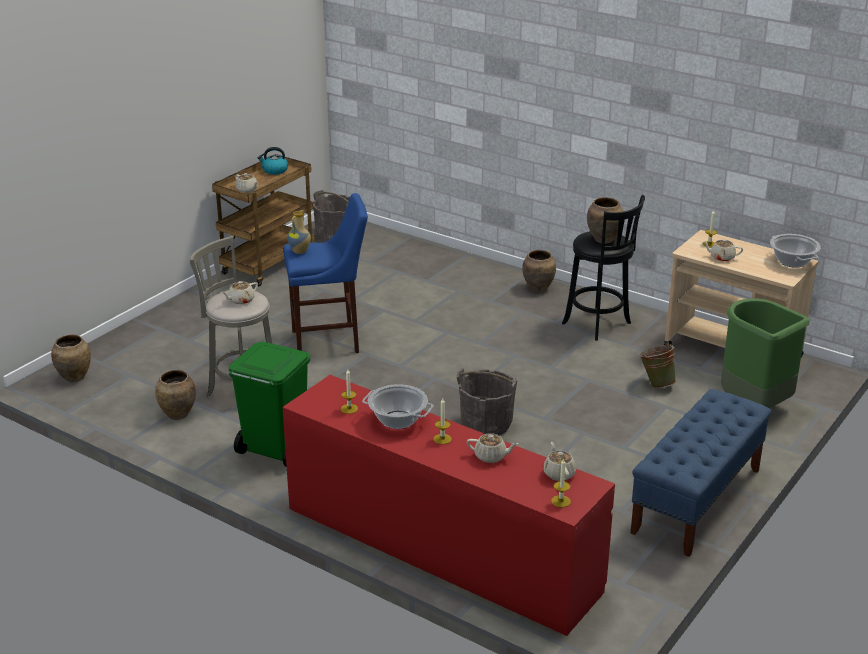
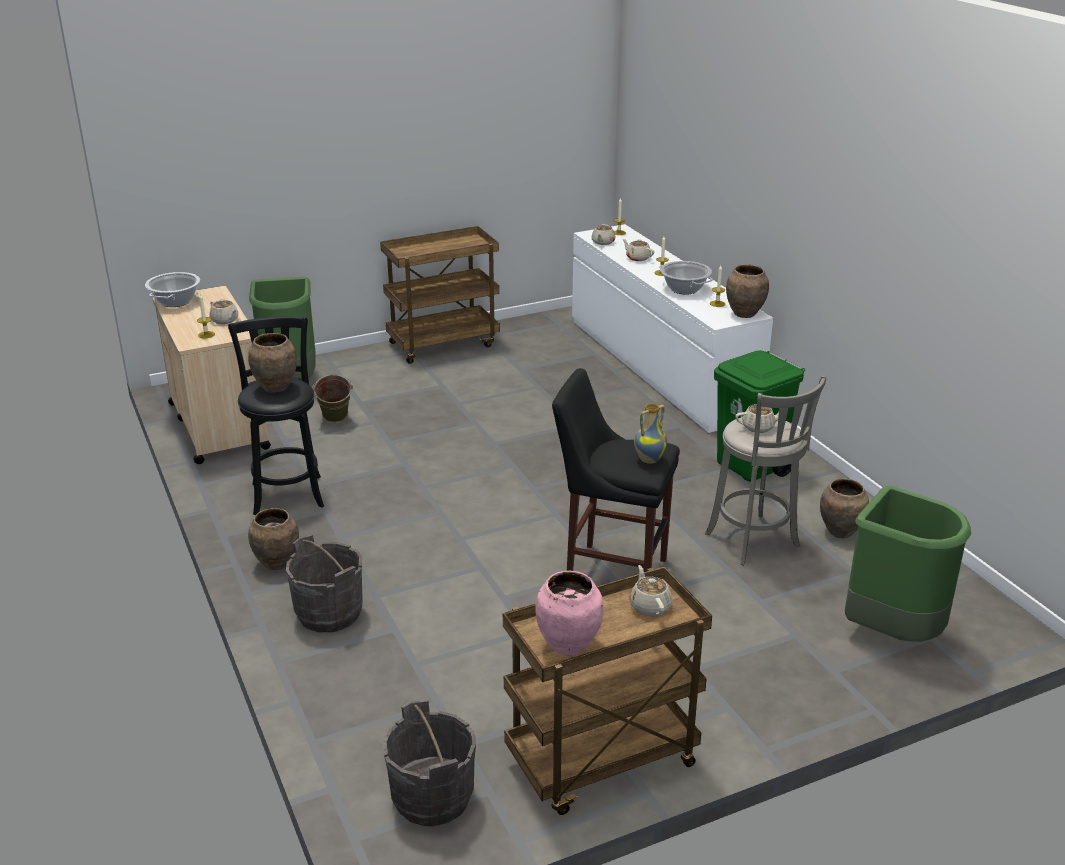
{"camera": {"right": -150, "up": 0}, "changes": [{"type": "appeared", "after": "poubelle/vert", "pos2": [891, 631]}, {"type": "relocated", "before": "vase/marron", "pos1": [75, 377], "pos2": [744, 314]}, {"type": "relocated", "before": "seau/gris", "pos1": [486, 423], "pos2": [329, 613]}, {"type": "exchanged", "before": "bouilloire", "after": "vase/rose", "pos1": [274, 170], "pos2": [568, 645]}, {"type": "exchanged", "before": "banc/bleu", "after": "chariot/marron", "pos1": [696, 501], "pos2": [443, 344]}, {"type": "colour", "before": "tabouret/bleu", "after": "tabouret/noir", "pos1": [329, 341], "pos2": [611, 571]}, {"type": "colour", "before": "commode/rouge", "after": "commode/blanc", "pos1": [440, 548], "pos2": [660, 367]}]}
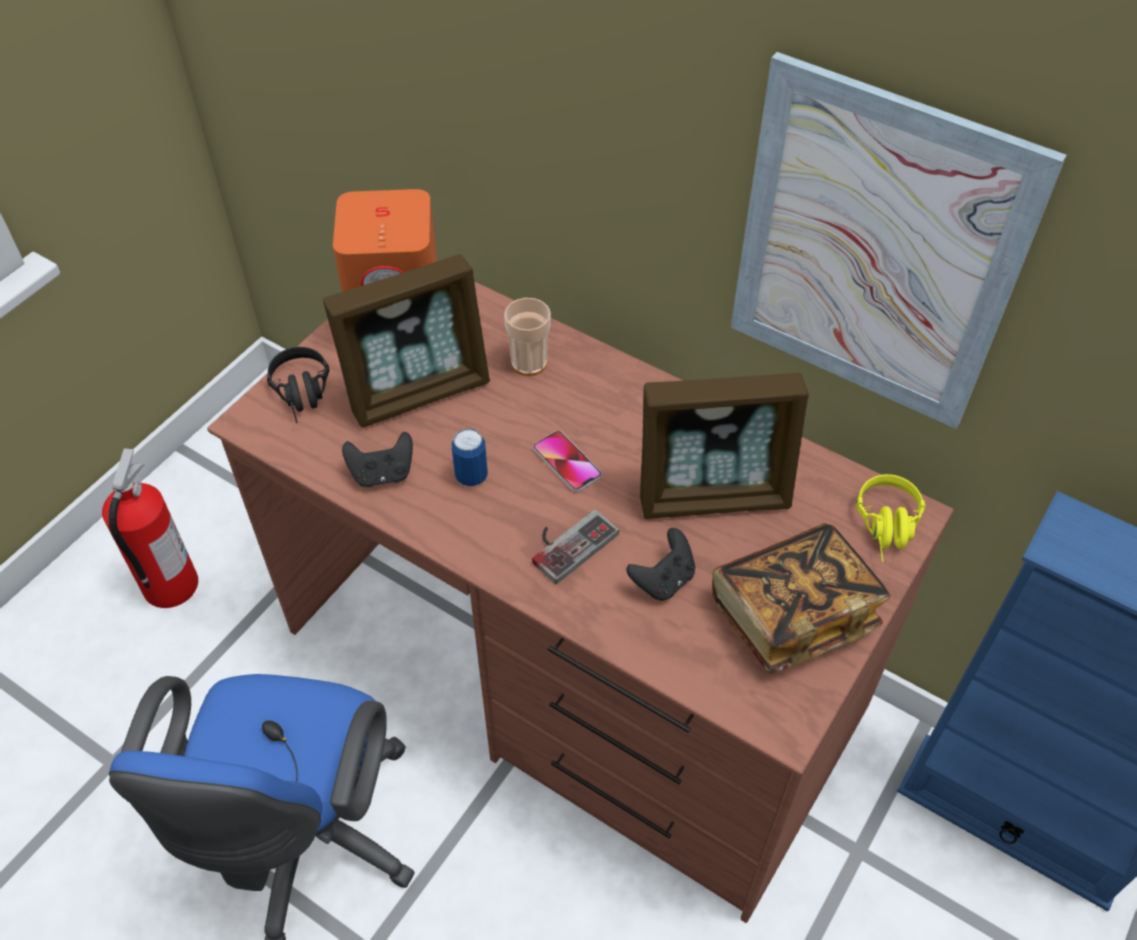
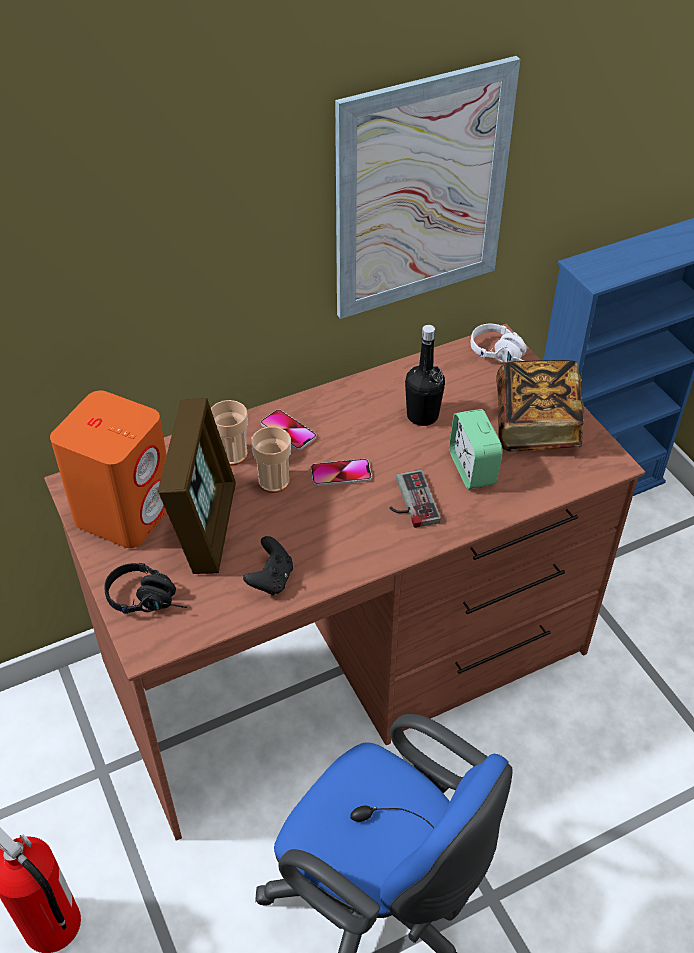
{"camera": {"right": -60, "up": -5}, "changes": [{"type": "missing", "before": "boîte métallique", "pos1": [471, 476]}, {"type": "appeared", "after": "tasse", "pos2": [274, 481]}, {"type": "appeared", "after": "téléphone", "pos2": [288, 431]}, {"type": "exchanged", "before": "manette/noir", "after": "réveil", "pos1": [663, 580], "pos2": [472, 469]}, {"type": "exchanged", "before": "cadre photo", "after": "bouteille/noir", "pos1": [713, 495], "pos2": [422, 415]}, {"type": "colour", "before": "casque audio/jaune", "after": "casque audio/blanc", "pos1": [888, 529], "pos2": [503, 355]}]}
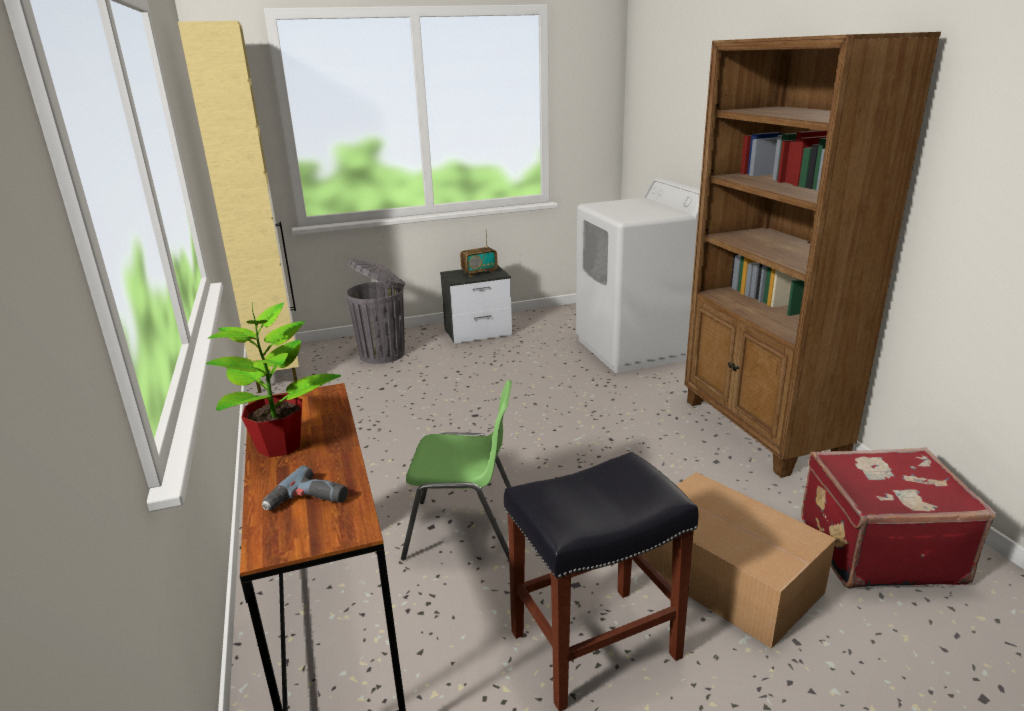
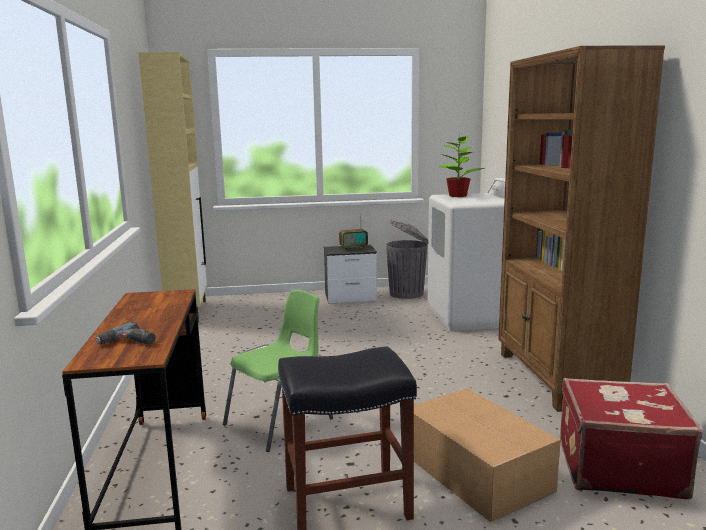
{"camera": {"right": 10, "up": -10}, "changes": [{"type": "relocated", "before": "plante en pot", "pos1": [280, 445], "pos2": [458, 196]}, {"type": "relocated", "before": "poubelle/gris", "pos1": [384, 354], "pos2": [407, 293]}, {"type": "spun", "before": "chaise/vert", "pos1": [465, 531], "pos2": [281, 422], "turn": -60}]}
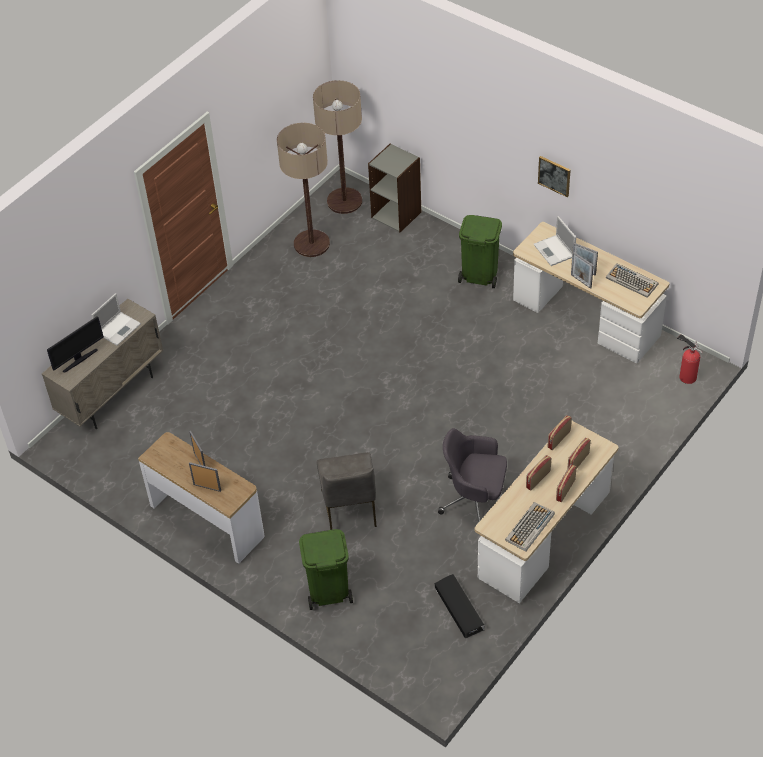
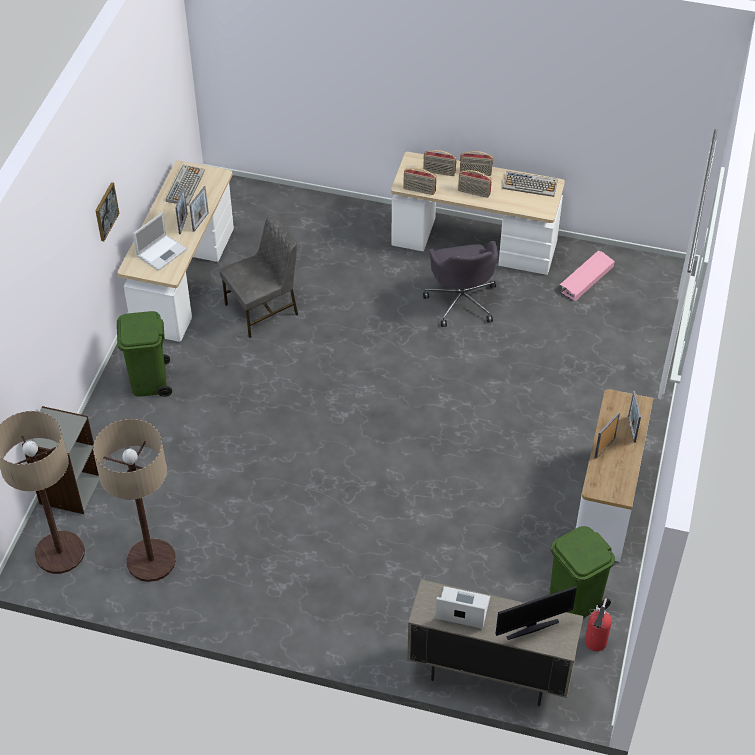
{"camera": {"right": -115, "up": 0}, "changes": [{"type": "relocated", "before": "poubelle/vert", "pos1": [328, 591], "pos2": [575, 600]}, {"type": "relocated", "before": "chaise/gris", "pos1": [349, 509], "pos2": [263, 310]}, {"type": "relocated", "before": "extincteur", "pos1": [686, 376], "pos2": [595, 643]}, {"type": "colour", "before": "boîte de rangement/noir", "after": "boîte de rangement/rose", "pos1": [459, 608], "pos2": [586, 279]}, {"type": "spun", "before": "écran d'ordinateur", "pos1": [79, 360], "pos2": [532, 628], "turn": 135}]}
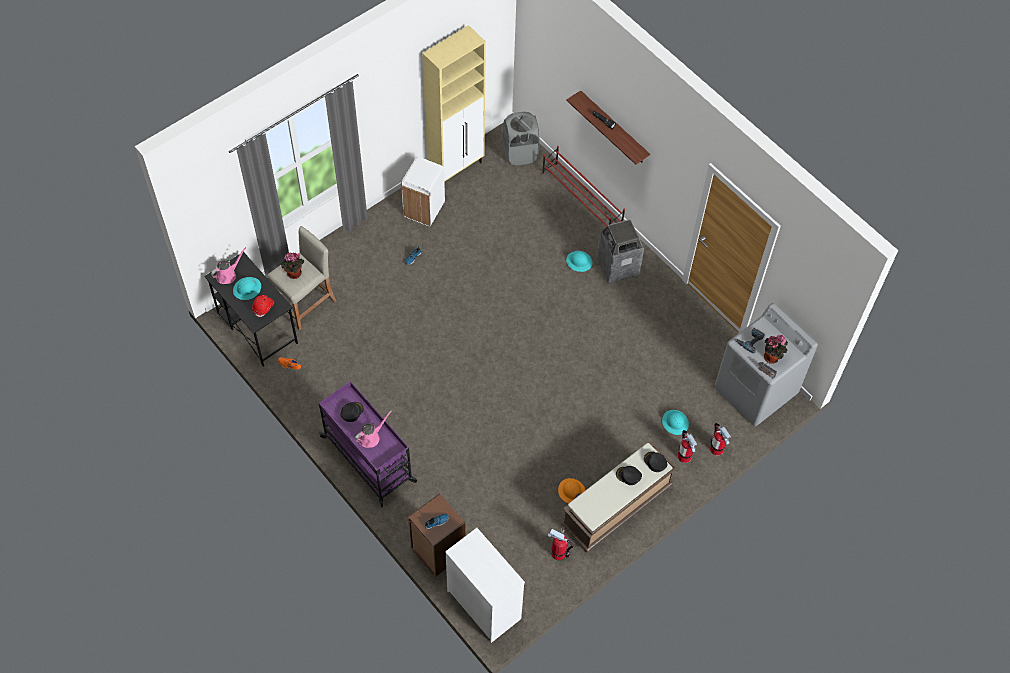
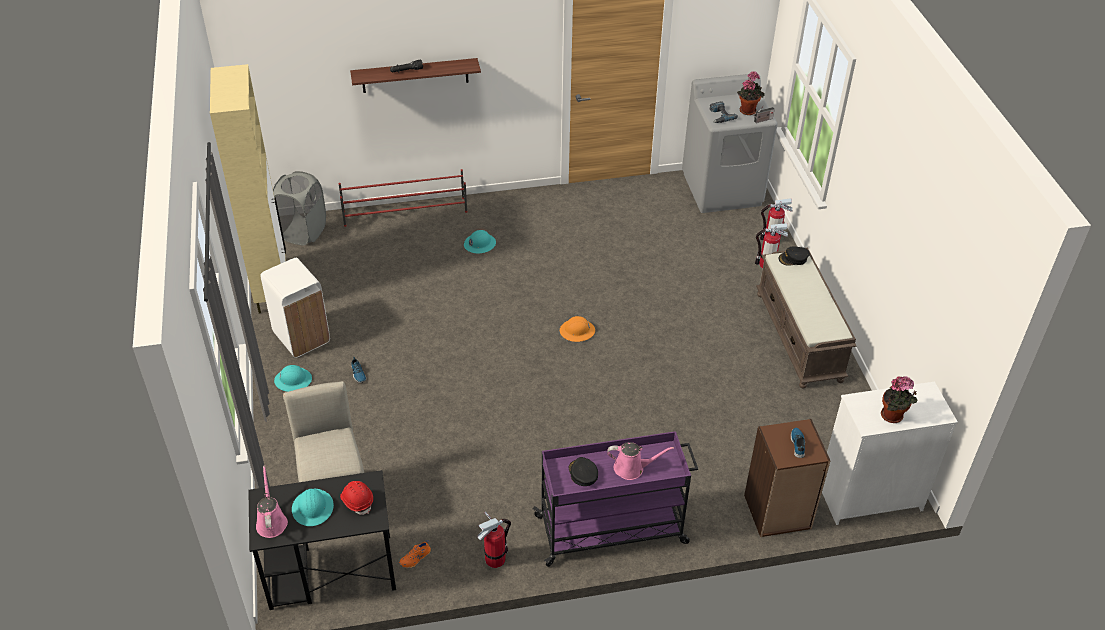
{"camera": {"right": -60, "up": -15}, "changes": [{"type": "missing", "before": "poubelle", "pos1": [617, 266]}, {"type": "missing", "before": "casquette/noir", "pos1": [628, 476]}, {"type": "relocated", "before": "plante en pot", "pos1": [293, 274], "pos2": [893, 417]}, {"type": "relocated", "before": "extincteur", "pos1": [558, 553], "pos2": [495, 559]}, {"type": "relocated", "before": "casque de chantier/orange", "pos1": [571, 492], "pos2": [577, 331]}, {"type": "relocated", "before": "casque de chantier/turquoise", "pos1": [675, 422], "pos2": [293, 380]}, {"type": "spun", "before": "arrosoir/rose", "pos1": [371, 437], "pos2": [632, 468], "turn": 105}]}
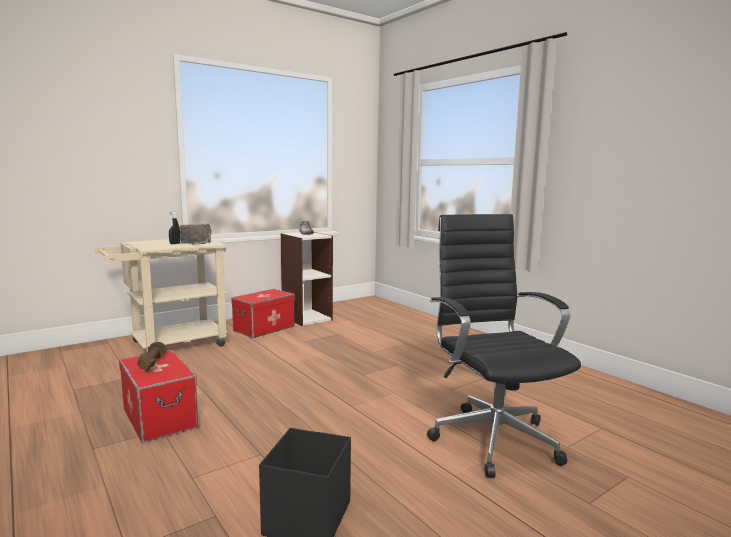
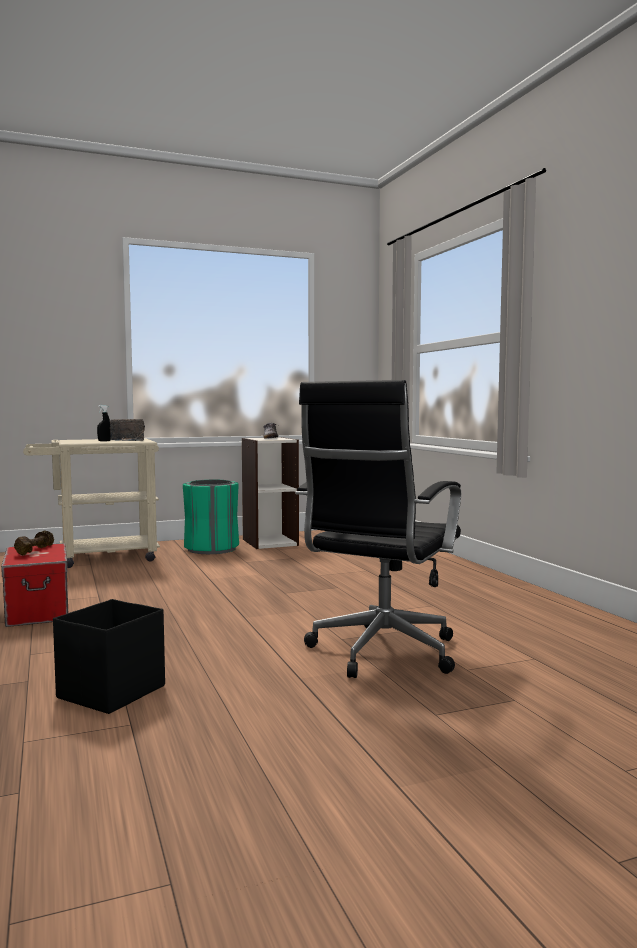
{"camera": {"right": 15, "up": -5}, "changes": [{"type": "exchanged", "before": "boîte de rangement", "after": "poubelle/vert", "pos1": [264, 328], "pos2": [211, 549]}, {"type": "spun", "before": "chaise de bureau/noir", "pos1": [492, 437], "pos2": [380, 654], "turn": -150}]}
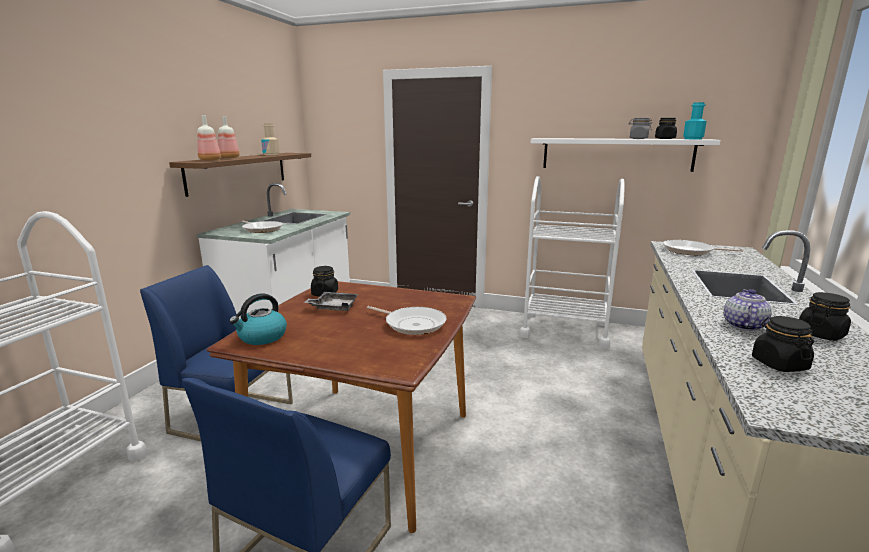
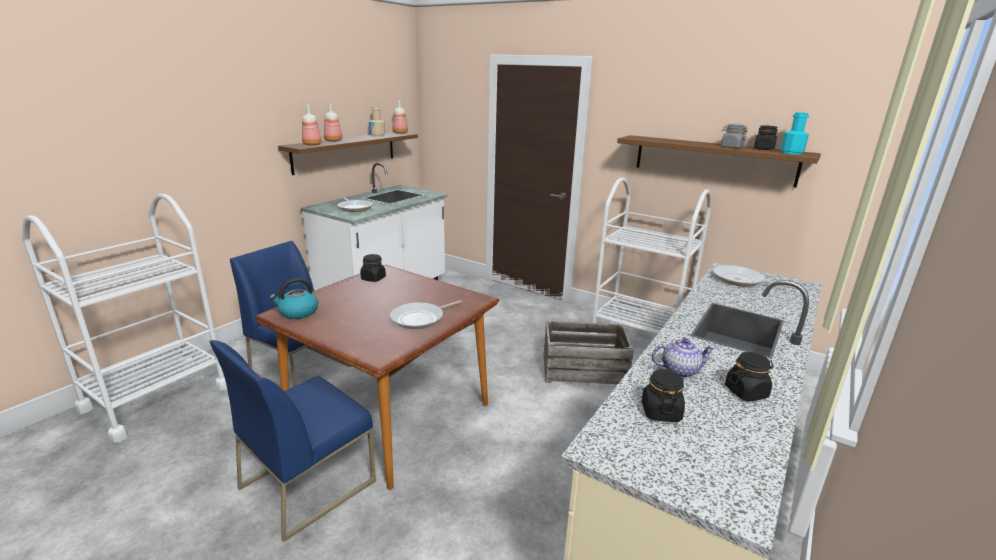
{"camera": {"right": 15, "up": 5}, "changes": [{"type": "missing", "before": "plateau/gris", "pos1": [334, 307]}, {"type": "appeared", "after": "bouteille", "pos2": [400, 133]}, {"type": "appeared", "after": "caisse", "pos2": [583, 370]}, {"type": "colour", "before": "étagère/blanc", "after": "étagère/marron", "pos1": [616, 154], "pos2": [713, 160]}, {"type": "spun", "before": "poêle", "pos1": [412, 324], "pos2": [420, 318], "turn": 90}, {"type": "spun", "before": "théière", "pos1": [743, 325], "pos2": [679, 370], "turn": 45}]}
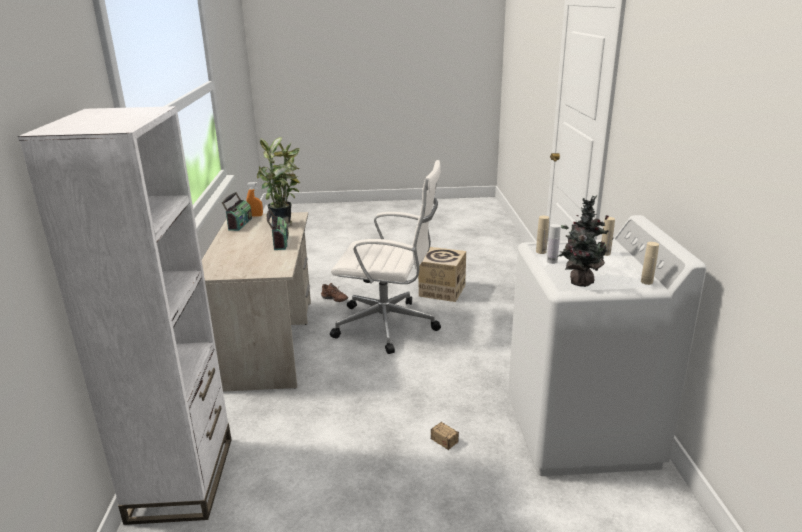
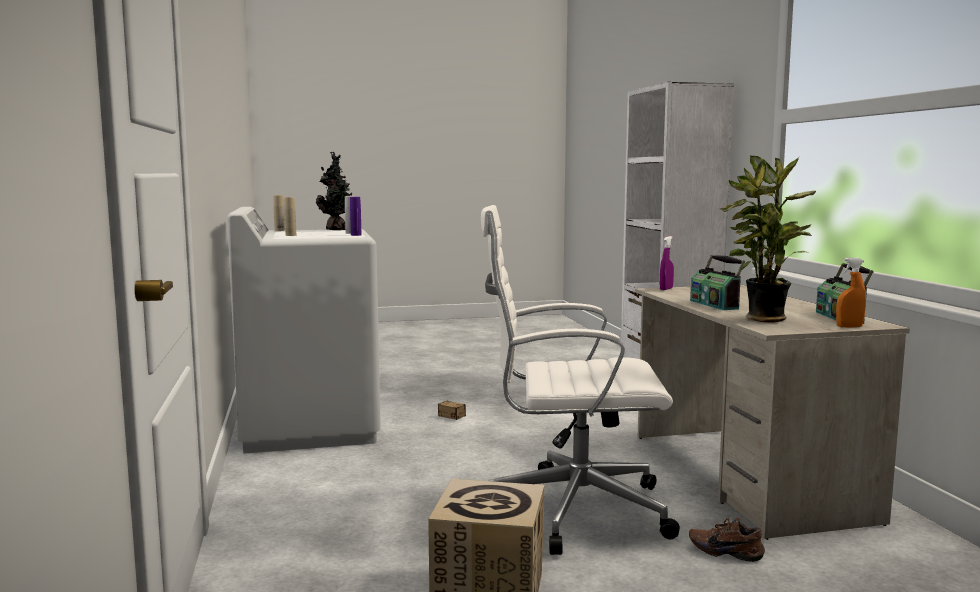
{"camera": {"right": 170, "up": -15}, "changes": [{"type": "appeared", "after": "vaporisateur/violet", "pos2": [666, 289]}, {"type": "colour", "before": "bouteille/beige", "after": "bouteille/violet", "pos1": [541, 252], "pos2": [356, 235]}]}
